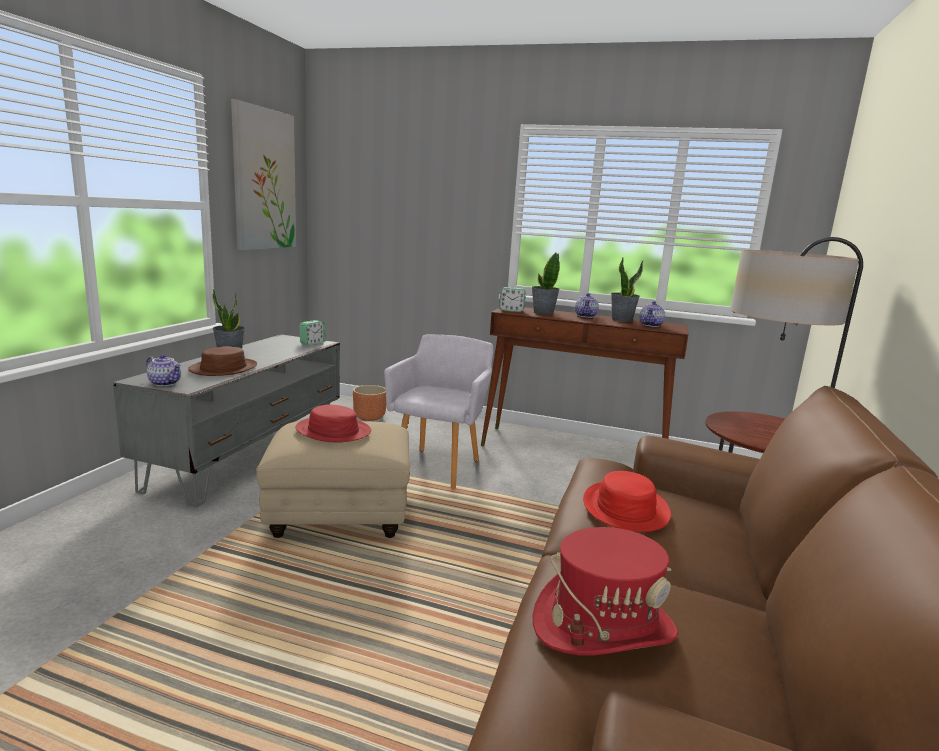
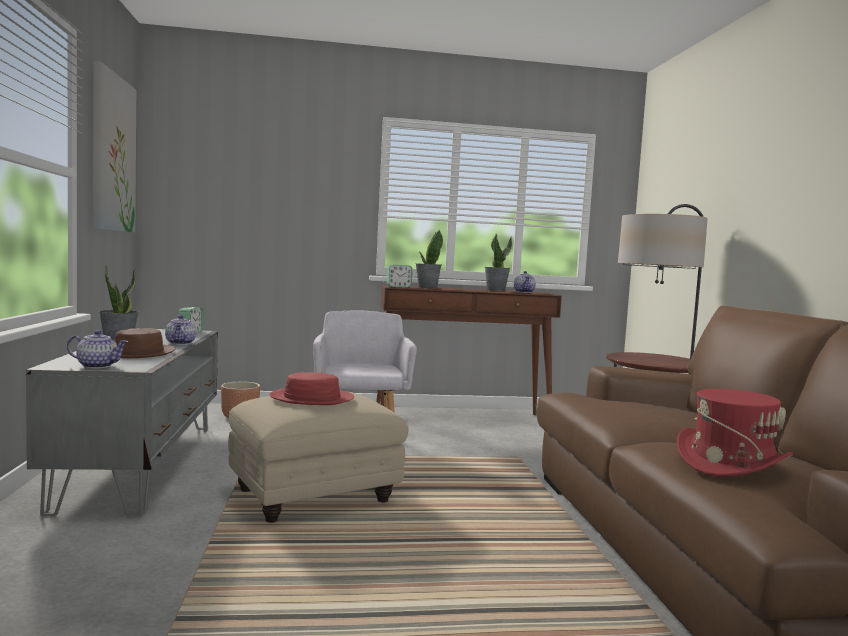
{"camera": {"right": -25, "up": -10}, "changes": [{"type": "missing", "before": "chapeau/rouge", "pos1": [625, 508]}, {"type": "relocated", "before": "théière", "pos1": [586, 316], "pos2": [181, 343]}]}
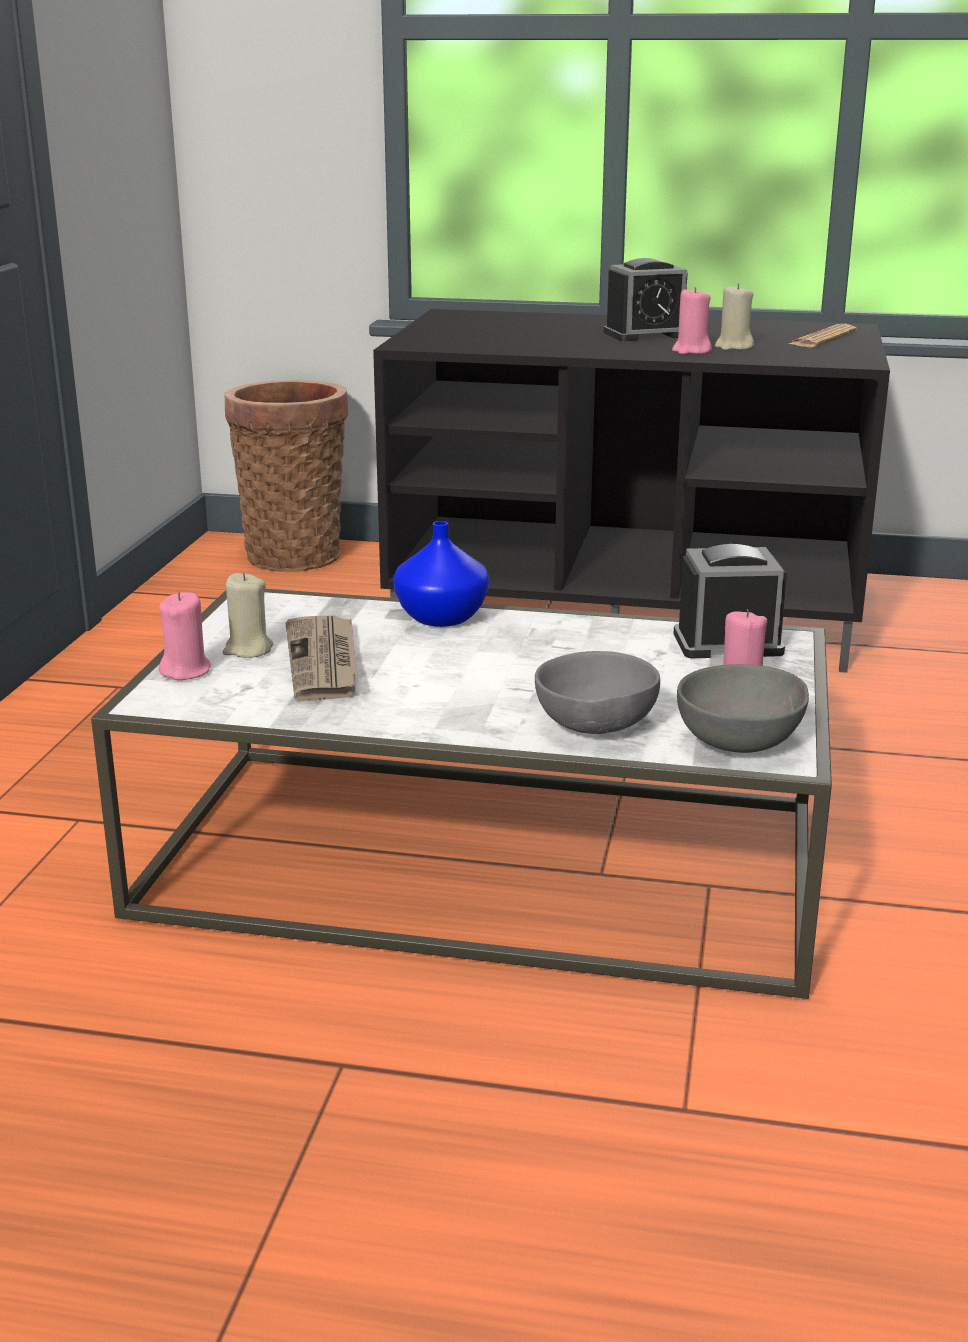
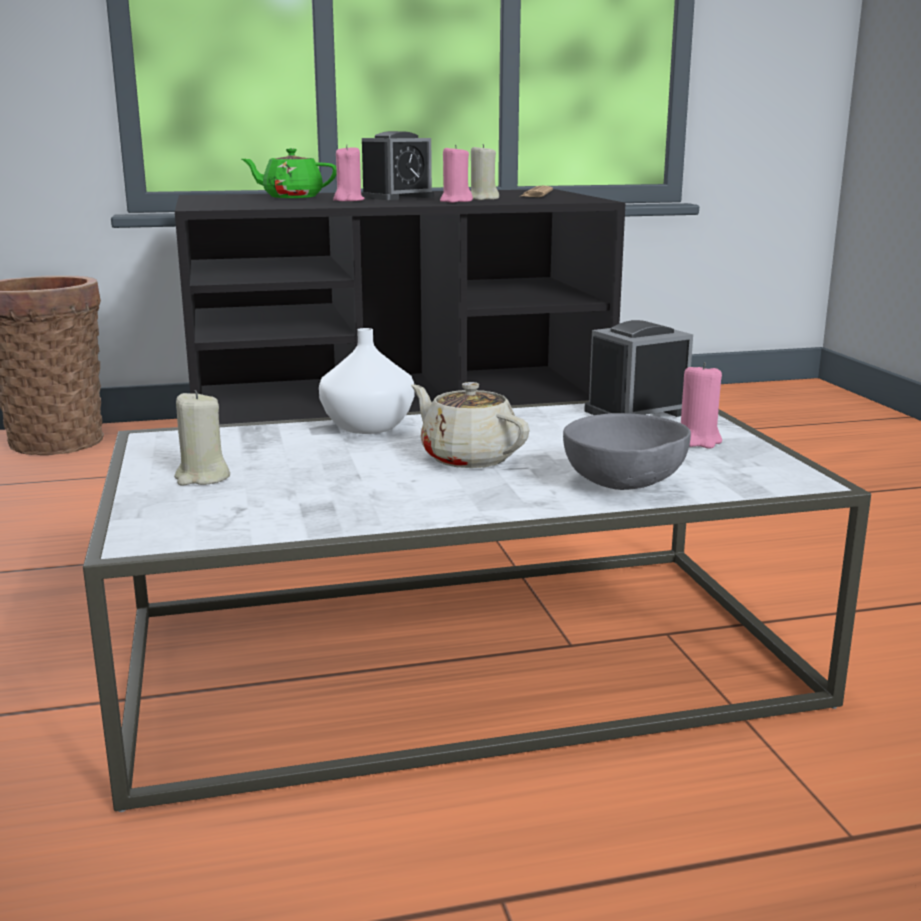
{"camera": {"right": -25, "up": -5}, "changes": [{"type": "missing", "before": "journal", "pos1": [324, 662]}, {"type": "missing", "before": "bol/gris", "pos1": [742, 744]}, {"type": "appeared", "after": "théière/vert", "pos2": [291, 197]}, {"type": "appeared", "after": "théière/beige", "pos2": [468, 457]}, {"type": "relocated", "before": "bougie/rose", "pos1": [186, 671], "pos2": [348, 200]}, {"type": "colour", "before": "vase/bleu", "after": "vase/blanc", "pos1": [439, 618], "pos2": [366, 427]}]}
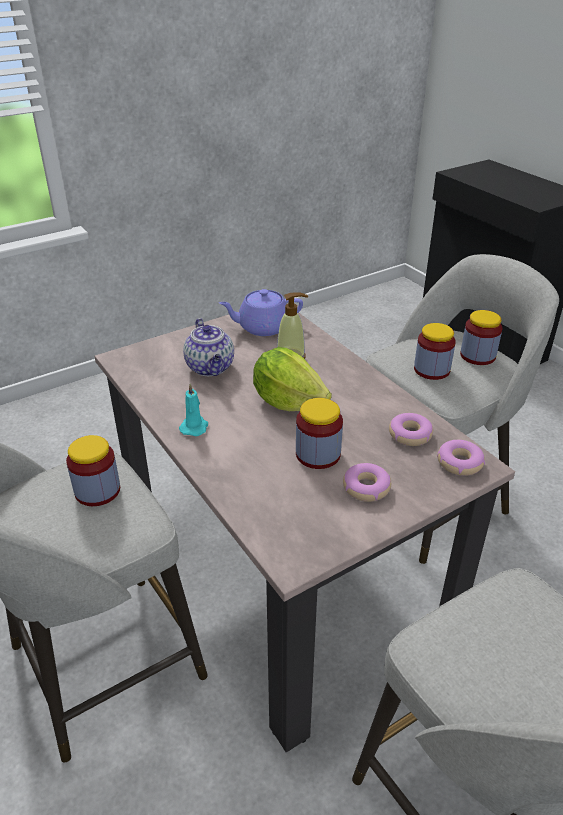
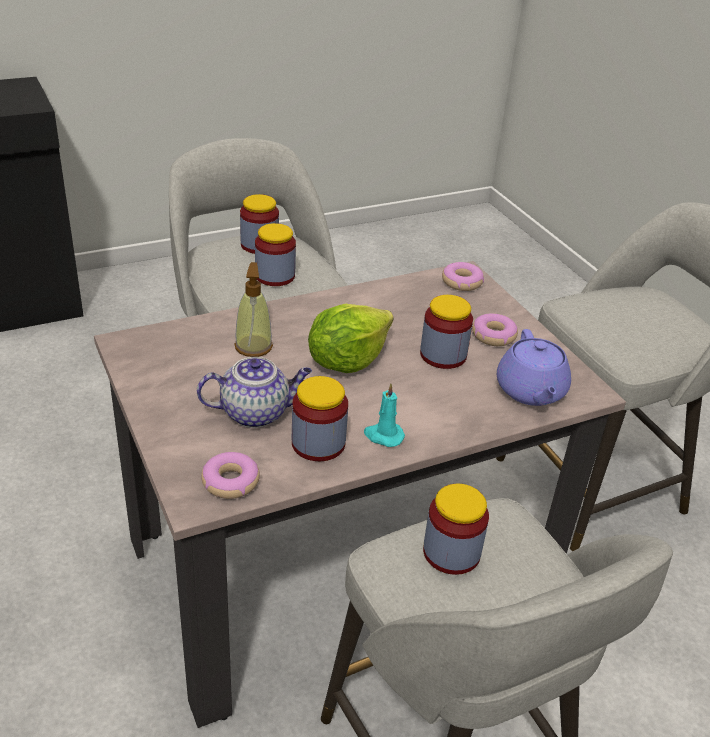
{"camera": {"right": -85, "up": 0}, "changes": [{"type": "appeared", "after": "bocal", "pos2": [318, 443]}, {"type": "relocated", "before": "théière/violet", "pos1": [262, 327], "pos2": [530, 391]}, {"type": "relocated", "before": "beignet", "pos1": [410, 434], "pos2": [230, 481]}]}
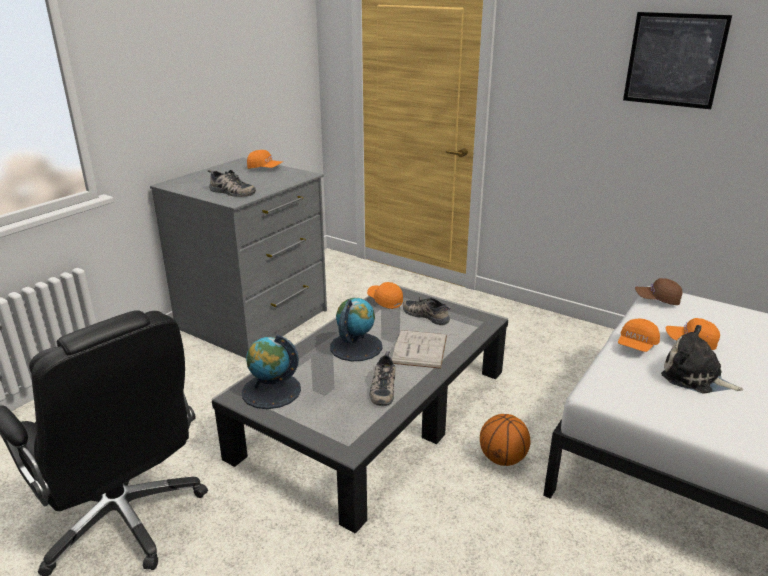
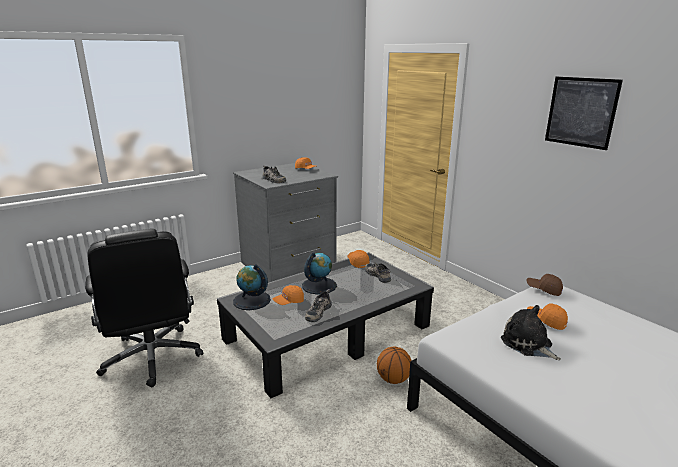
{"camera": {"right": 20, "up": -5}, "changes": [{"type": "missing", "before": "livre/blanc", "pos1": [419, 349]}, {"type": "relocated", "before": "casquette/orange", "pos1": [636, 345], "pos2": [288, 302]}]}
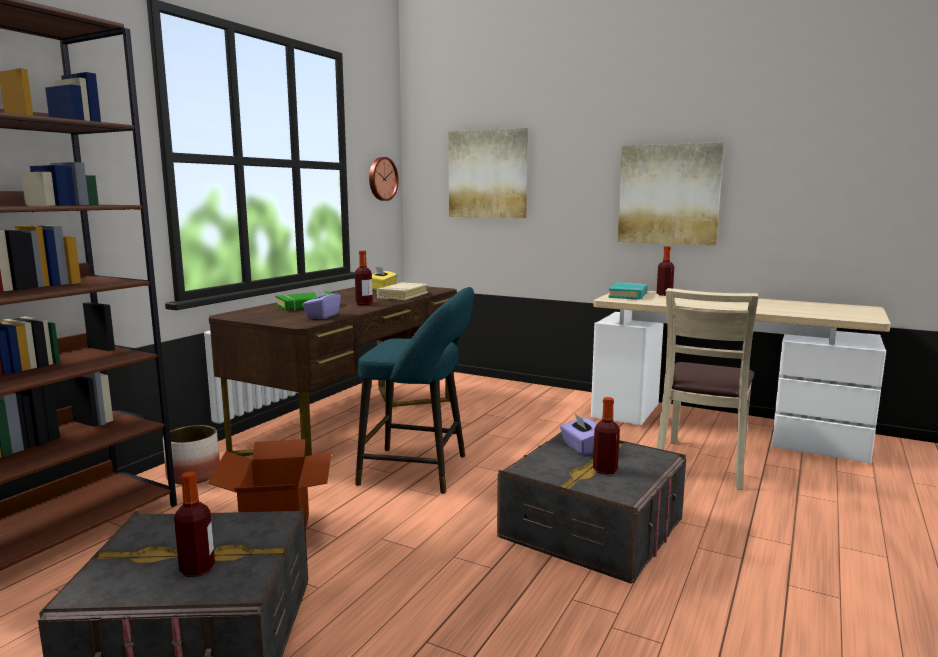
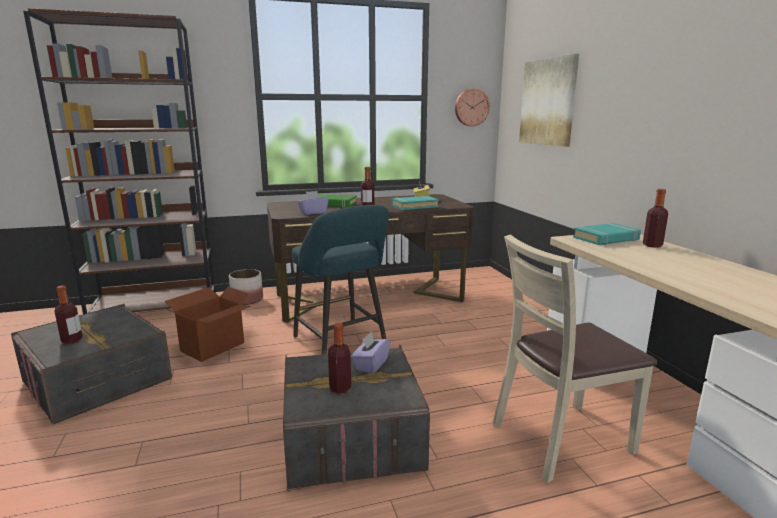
{"camera": {"right": 45, "up": 5}, "changes": [{"type": "missing", "before": "tableau", "pos1": [669, 194]}, {"type": "colour", "before": "livre/beige", "after": "livre/turquoise", "pos1": [402, 295], "pos2": [414, 206]}]}
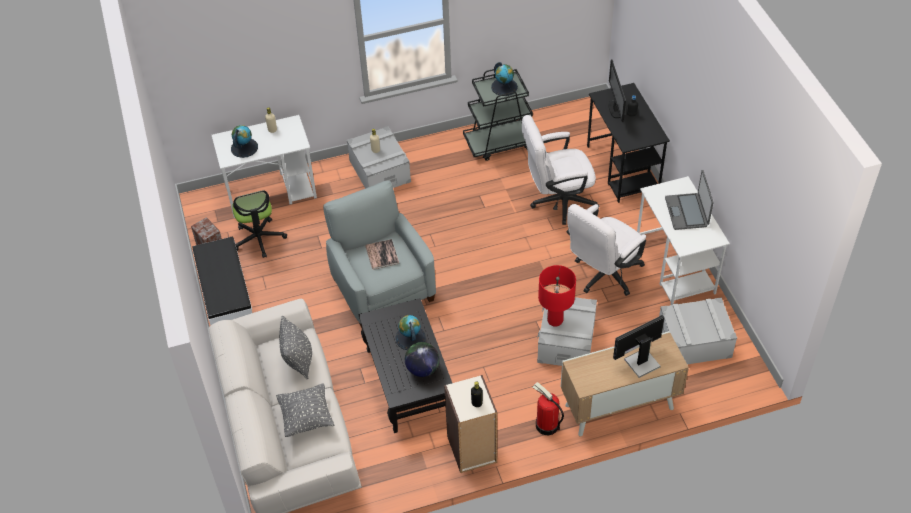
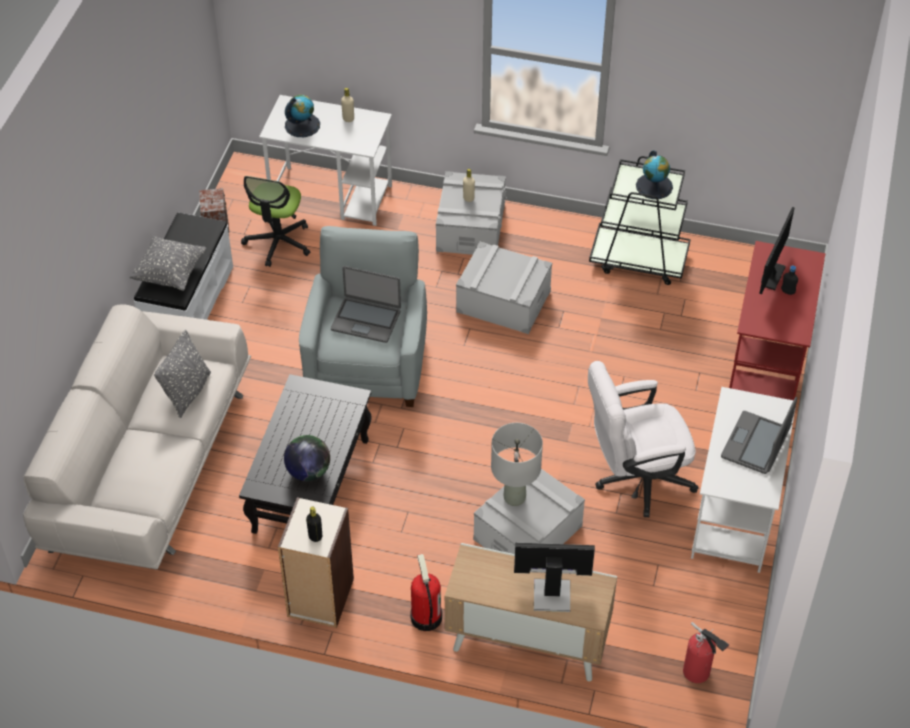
{"camera": {"right": 30, "up": 0}, "changes": [{"type": "missing", "before": "globe", "pos1": [410, 338]}, {"type": "missing", "before": "chaise de bureau/blanc", "pos1": [557, 201]}, {"type": "appeared", "after": "extincteur", "pos2": [698, 673]}, {"type": "relocated", "before": "coussin/gris", "pos1": [306, 417], "pos2": [170, 274]}, {"type": "relocated", "before": "boîte de rangement/gris", "pos1": [694, 342], "pos2": [503, 301]}, {"type": "exchanged", "before": "livre", "after": "ordinateur portable", "pos1": [382, 255], "pos2": [366, 320]}, {"type": "colour", "before": "lampe de table/rouge", "after": "lampe de table/gris", "pos1": [555, 320], "pos2": [515, 497]}, {"type": "colour", "before": "bureau/noir", "after": "bureau/rouge", "pos1": [623, 169], "pos2": [767, 362]}]}
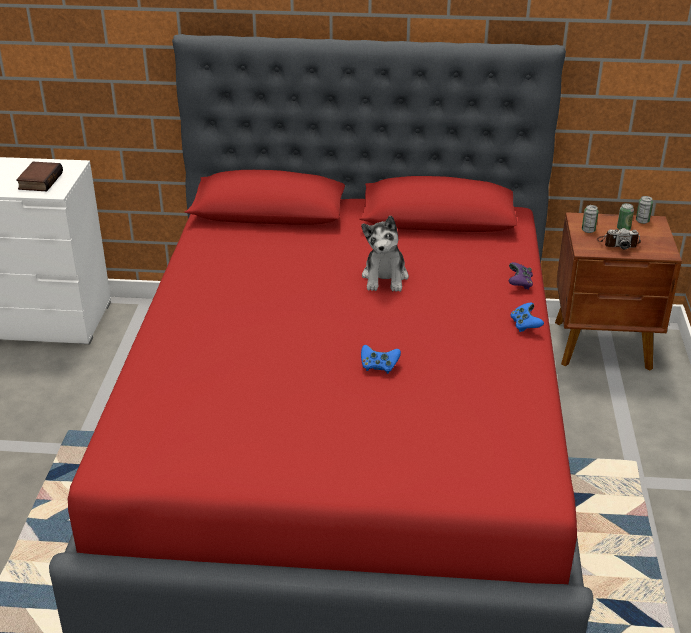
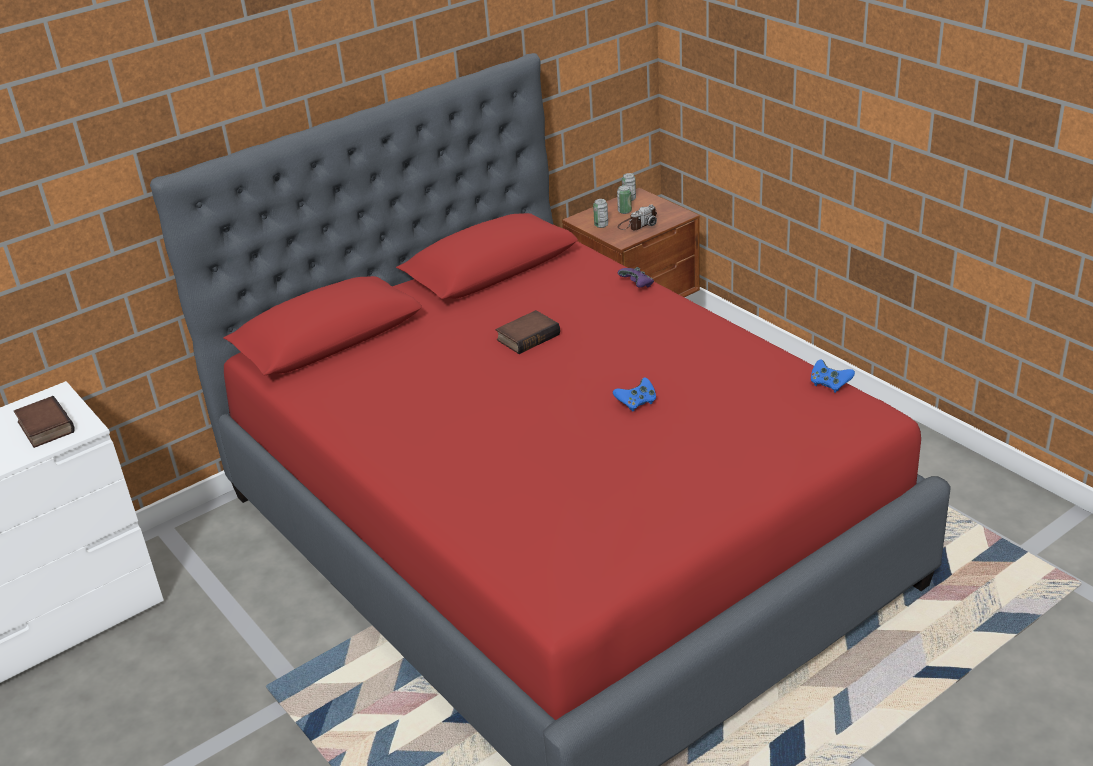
{"camera": {"right": -40, "up": 0}, "changes": [{"type": "relocated", "before": "manette/bleu", "pos1": [525, 325], "pos2": [829, 384]}, {"type": "exchanged", "before": "peluche", "after": "livre", "pos1": [385, 277], "pos2": [527, 336]}]}
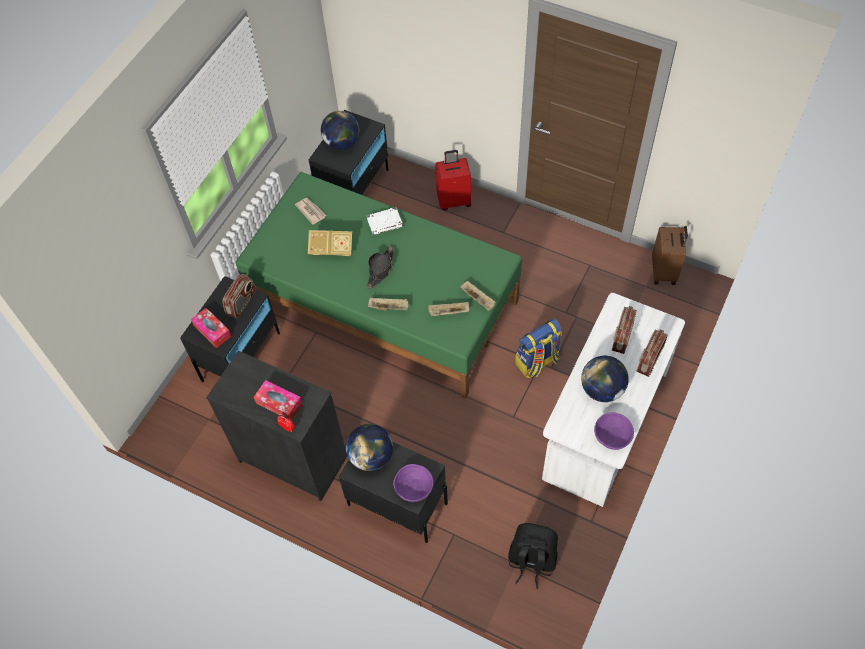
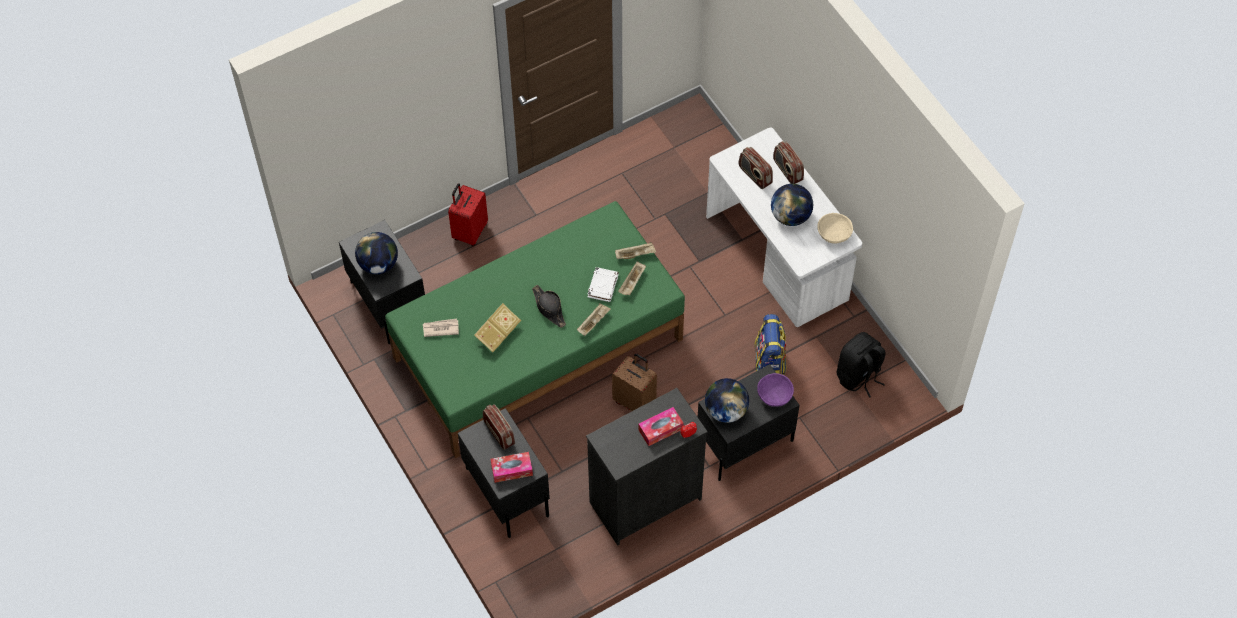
{"camera": {"right": -60, "up": 0}, "changes": [{"type": "relocated", "before": "livre/blanc", "pos1": [385, 223], "pos2": [602, 285]}, {"type": "relocated", "before": "sac à dos", "pos1": [537, 362], "pos2": [769, 363]}, {"type": "relocated", "before": "valise/marron", "pos1": [664, 272], "pos2": [635, 401]}, {"type": "colour", "before": "bol/violet", "after": "bol/beige", "pos1": [612, 436], "pos2": [833, 234]}]}
